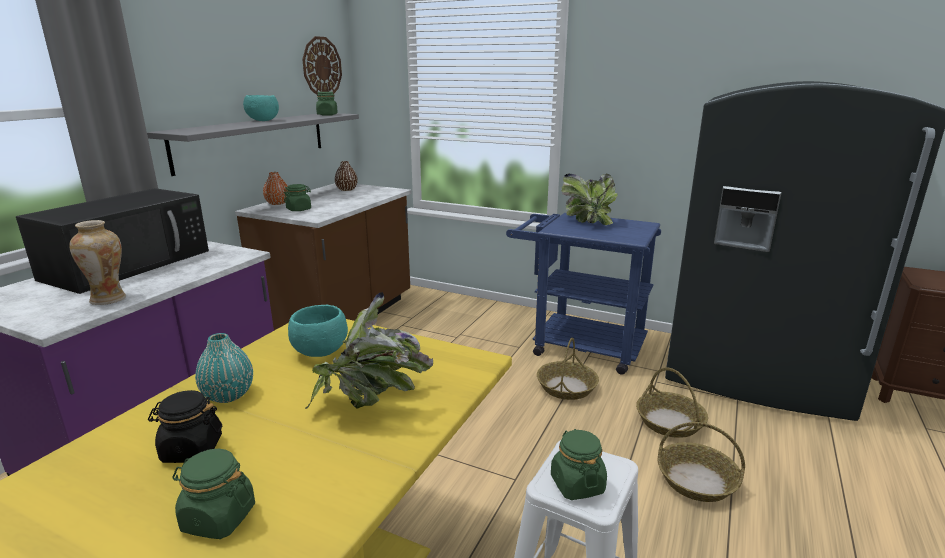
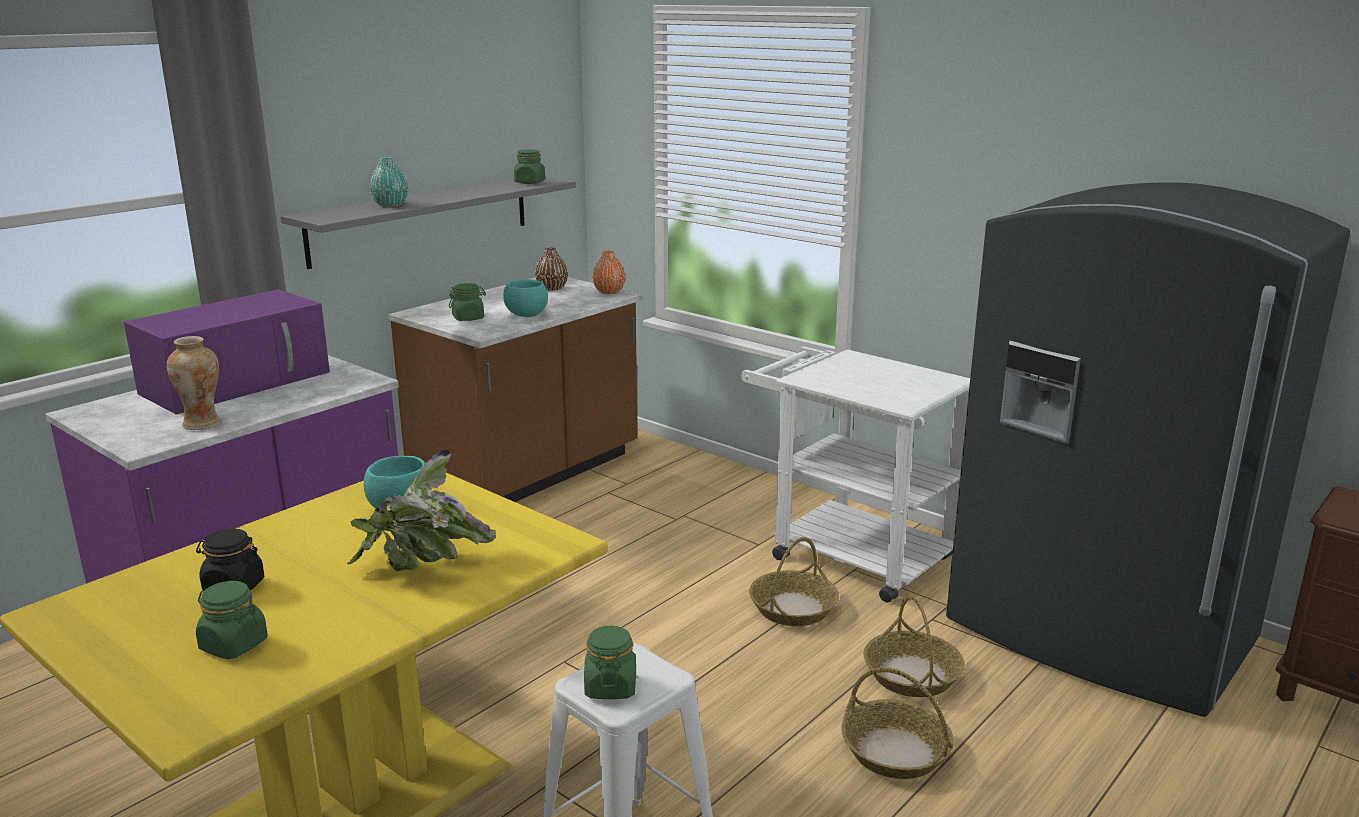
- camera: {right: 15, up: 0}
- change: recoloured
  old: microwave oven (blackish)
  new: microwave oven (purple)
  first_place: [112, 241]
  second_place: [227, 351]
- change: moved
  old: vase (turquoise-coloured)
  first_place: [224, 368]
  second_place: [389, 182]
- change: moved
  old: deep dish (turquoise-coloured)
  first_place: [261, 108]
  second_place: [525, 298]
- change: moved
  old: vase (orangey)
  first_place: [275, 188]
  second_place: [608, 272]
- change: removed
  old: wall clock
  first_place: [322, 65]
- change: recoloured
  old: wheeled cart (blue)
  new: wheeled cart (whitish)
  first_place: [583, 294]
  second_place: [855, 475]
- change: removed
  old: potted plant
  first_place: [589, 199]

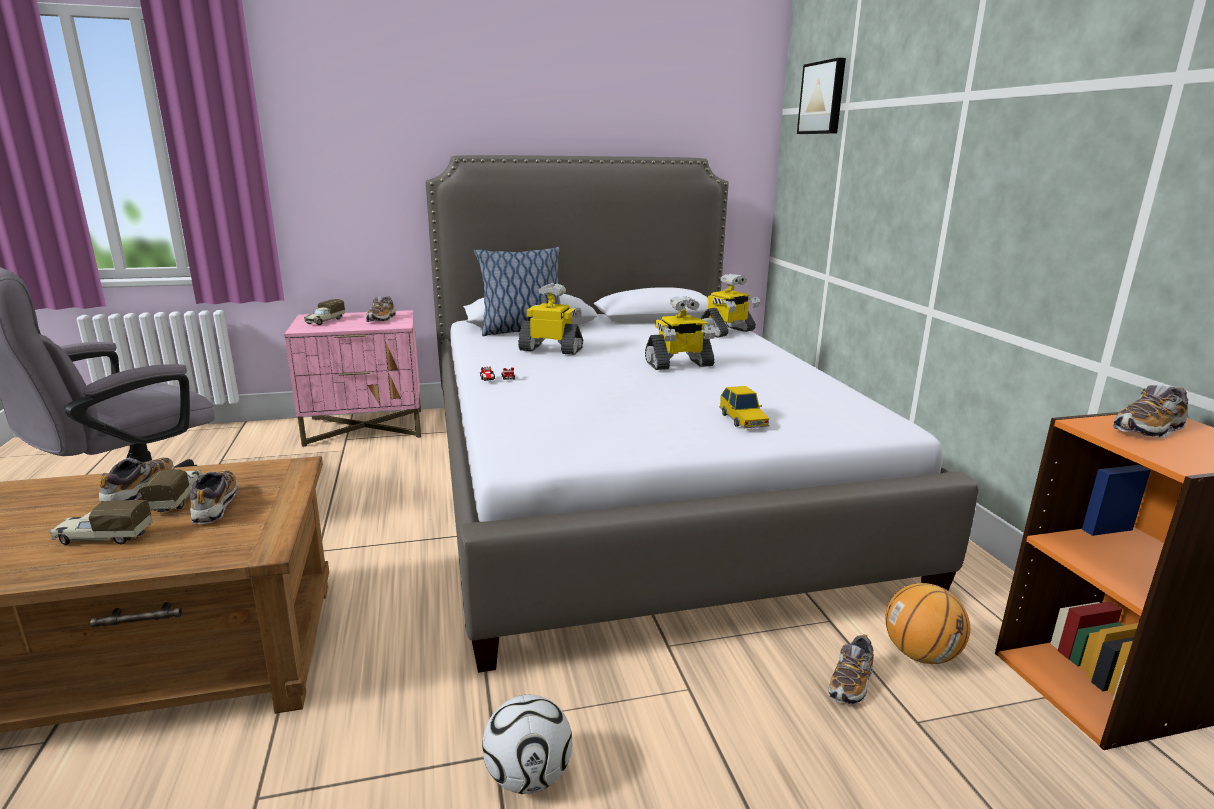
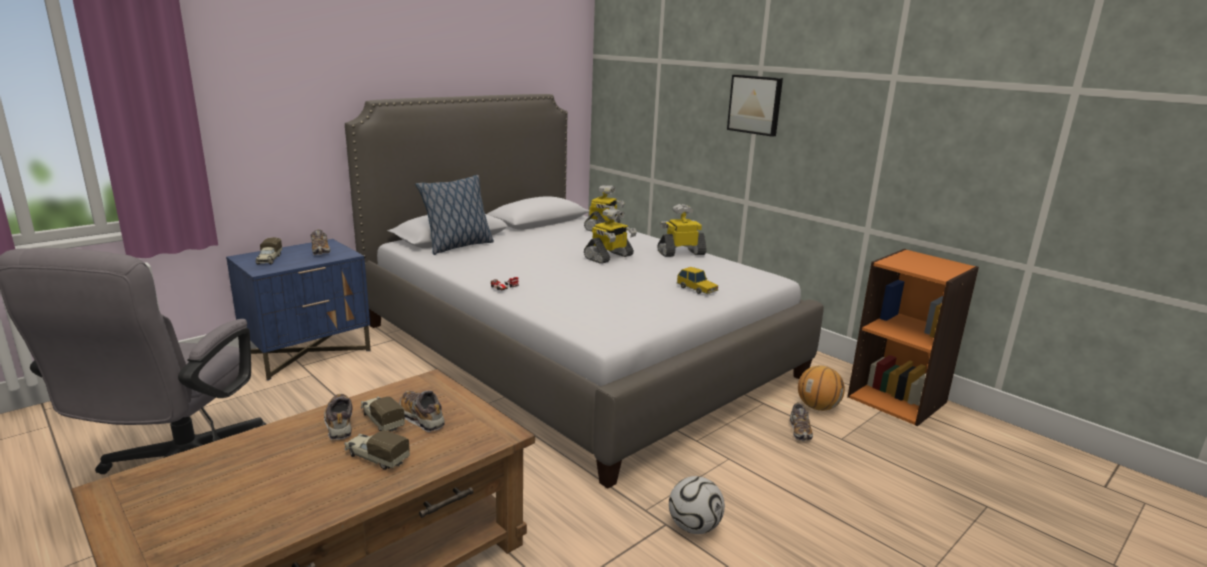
- camera: {right: -30, up: 0}
- change: turned
  old: model truck
  first_place: [101, 522]
  second_place: [377, 450]
  degrees: 60
- change: recoloured
  old: bedside table (pink)
  new: bedside table (blue)
  first_place: [352, 378]
  second_place: [298, 309]
- change: moved
  old: robot figure
  first_place: [550, 319]
  second_place: [682, 230]
- change: moved
  old: picture
  first_place: [821, 96]
  second_place: [755, 106]
- change: removed
  old: low shoe
  first_place: [1150, 411]

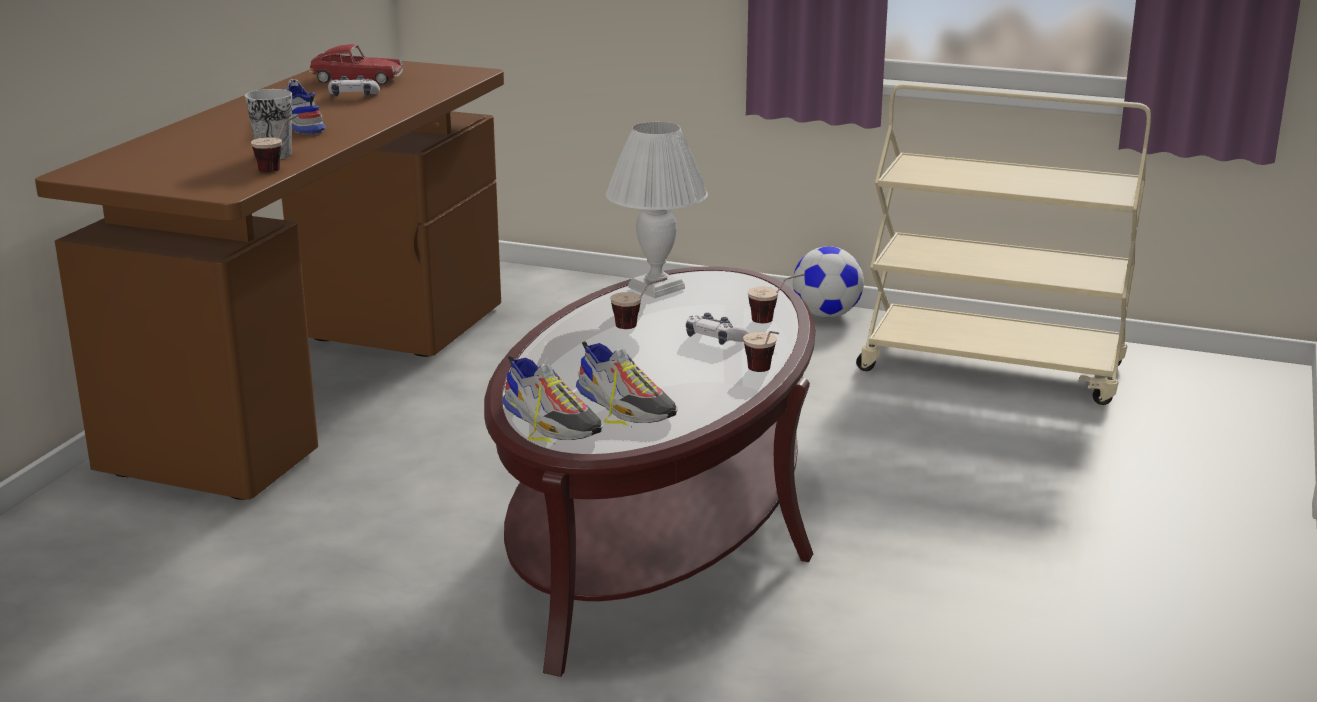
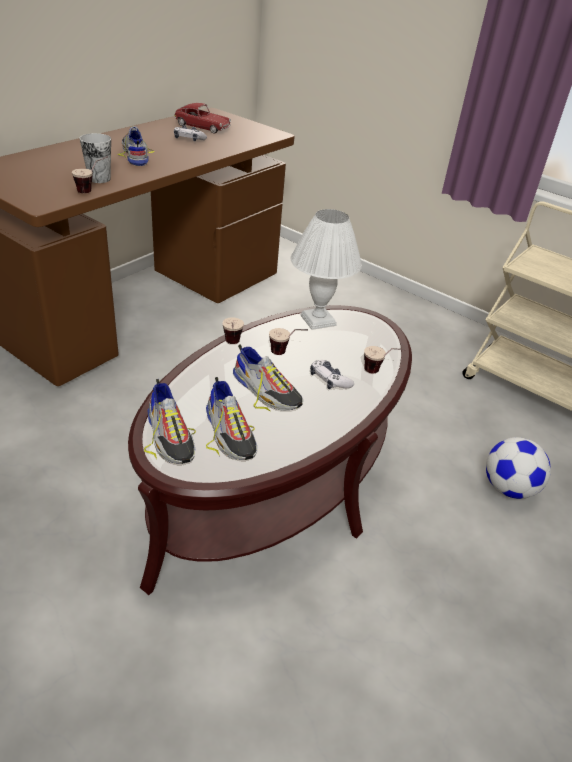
- camera: {right: 15, up: 15}
- change: moved
  old: drinking cup
  first_place: [761, 351]
  second_place: [233, 330]
- change: moved
  old: football ball
  first_place: [828, 282]
  second_place: [518, 468]
- change: added
  new: low shoe
  second_place: [268, 378]

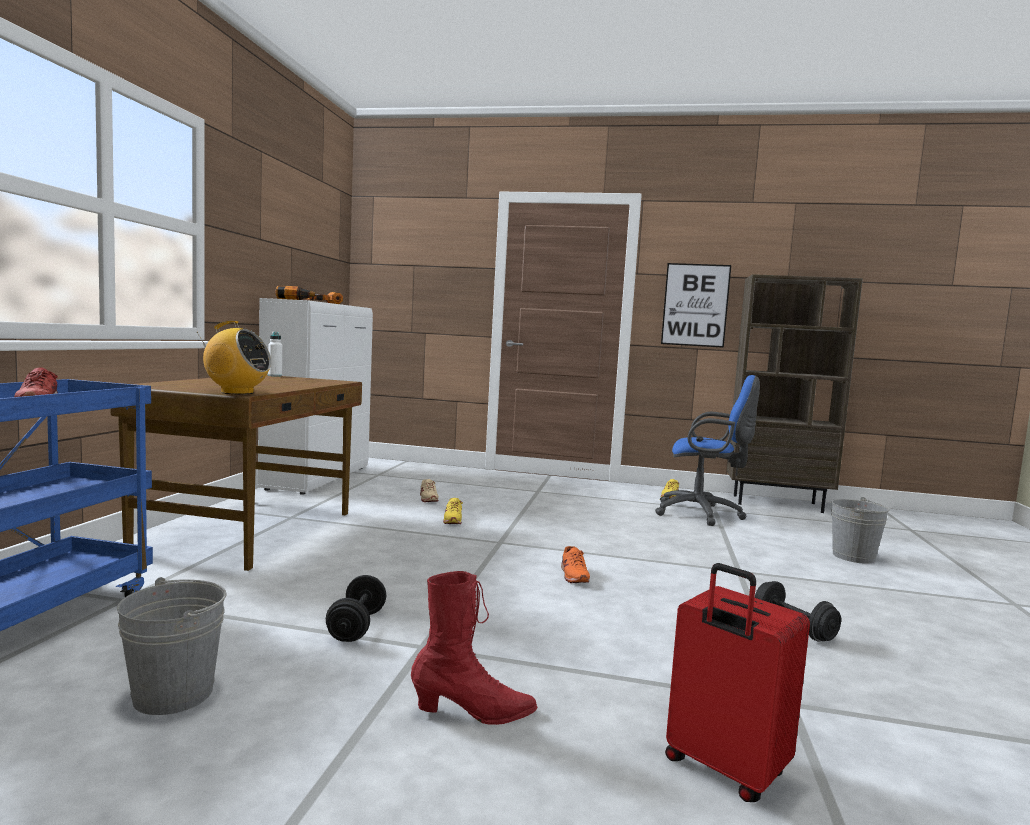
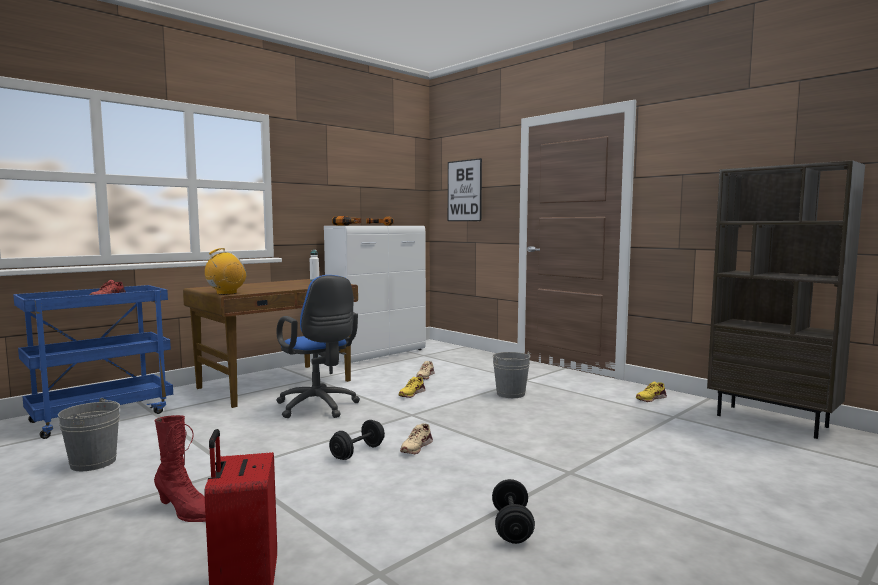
- camera: {right: 35, up: 0}
- change: turned
  old: radio set
  first_place: [233, 358]
  second_place: [226, 271]
  degrees: -90
- change: moved
  old: hand weight (blackish)
  first_place: [356, 608]
  second_place: [357, 440]
- change: recoloured
  old: low shoe (orangey)
  new: low shoe (beige-coloured)
  first_place: [575, 564]
  second_place: [416, 439]
- change: moved
  old: desk chair (blue)
  first_place: [707, 450]
  second_place: [318, 346]
- change: moved
  old: picture
  first_place: [696, 305]
  second_place: [465, 189]
- change: moved
  old: bucket (grey)
  first_place: [860, 530]
  second_place: [512, 375]

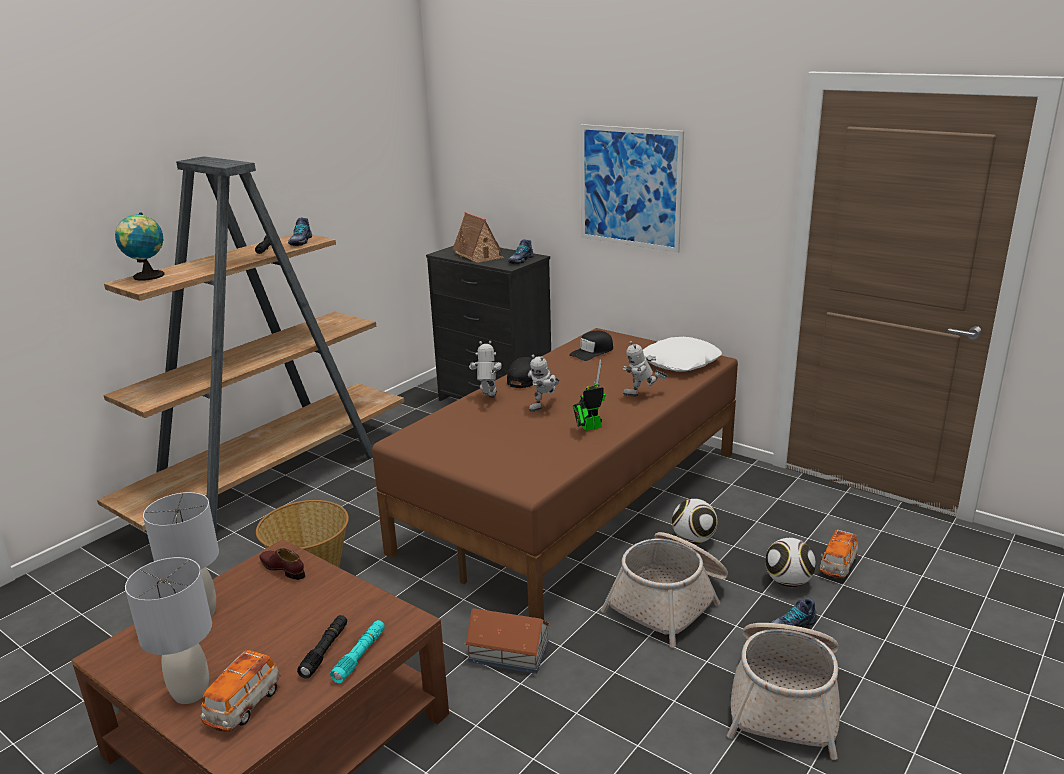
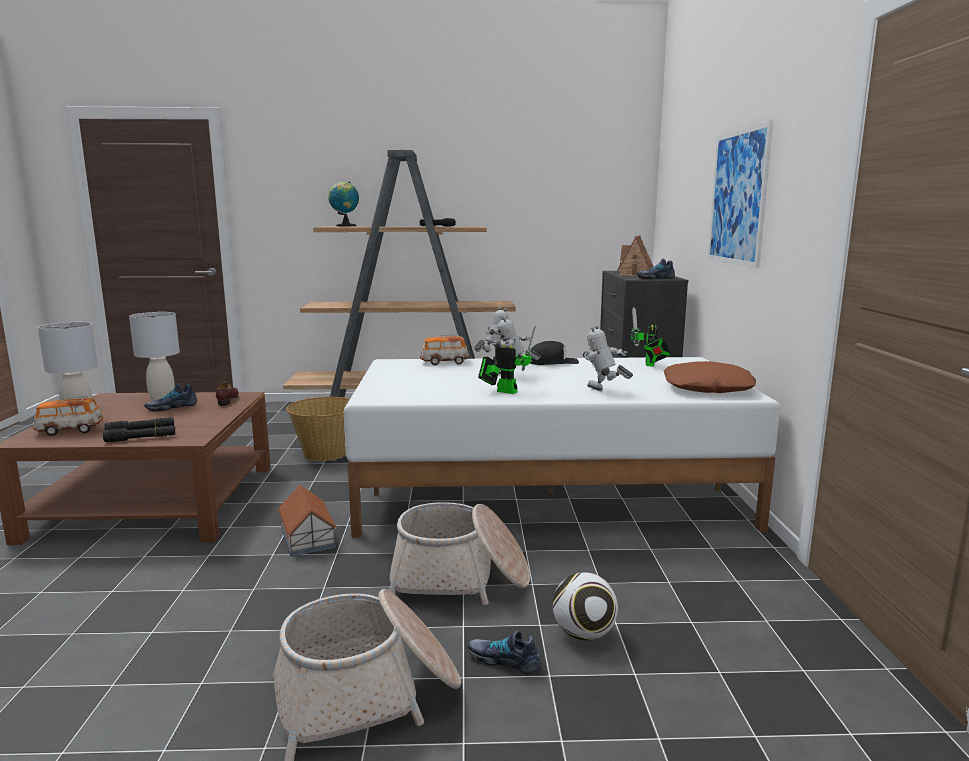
- camera: {right: 50, up: -10}
- change: moved
  old: low shoe
  first_place: [300, 232]
  second_place: [170, 397]
- change: recoloured
  old: flashlight (turquoise-coloured)
  new: flashlight (blackish)
  first_place: [357, 651]
  second_place: [139, 433]
- change: recoloured
  old: bed (brown-coloured)
  new: bed (whitish)
  first_place: [555, 474]
  second_place: [562, 447]
- change: replaced
  old: cap (blackish)
  new: robot figure
  first_place: [591, 345]
  second_place: [651, 336]
- change: recoloured
  old: throw pillow (whitish)
  new: throw pillow (brown-coloured)
  first_place: [682, 354]
  second_place: [710, 377]
- change: removed
  old: football ball
  first_place: [694, 521]
- change: moved
  old: miniature car
  first_place: [838, 553]
  second_place: [444, 349]

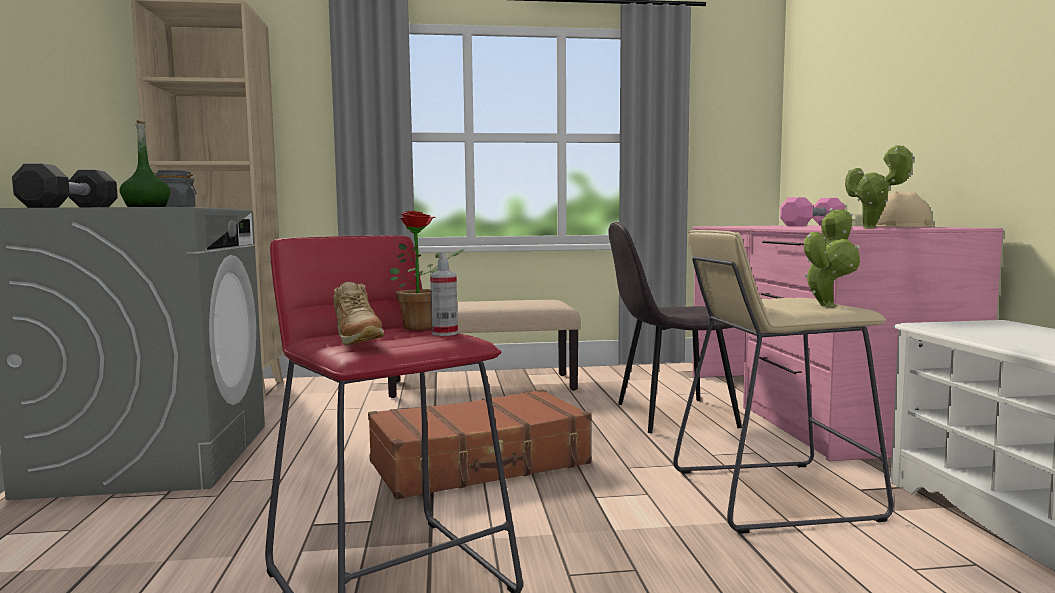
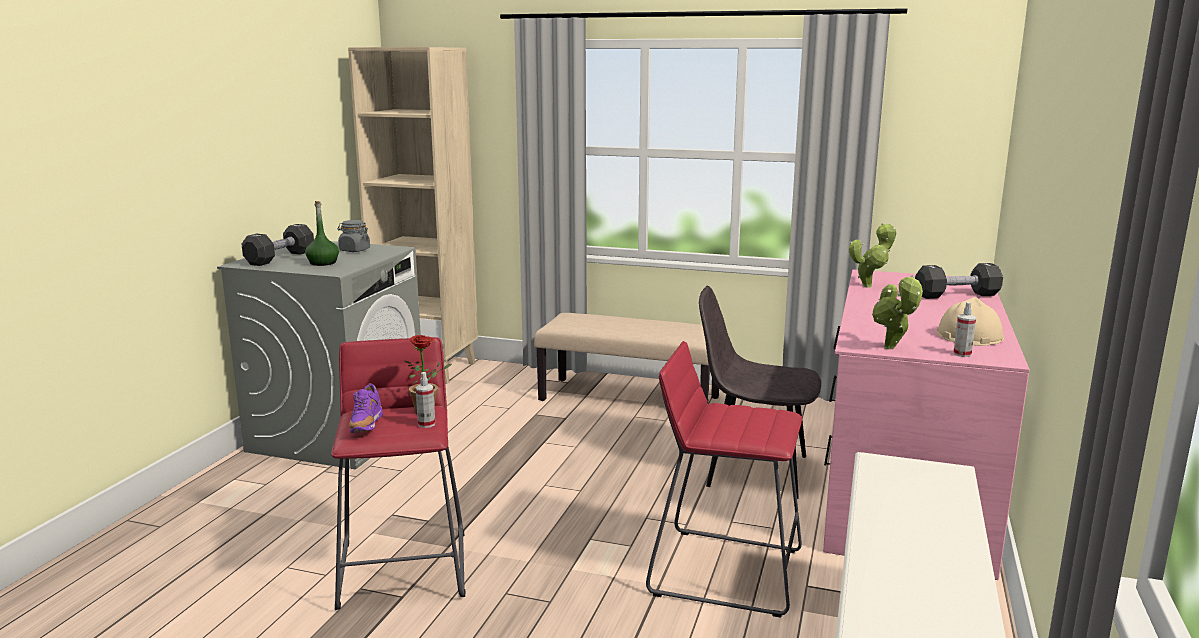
- camera: {right: 25, up: 10}
- change: recoloured
  old: low shoe (beige-coloured)
  new: low shoe (purple)
  first_place: [358, 313]
  second_place: [366, 408]
- change: removed
  old: suitcase (brown-coloured)
  first_place: [479, 444]
- change: recoloured
  old: stool (beige-coloured)
  new: stool (reddish)
  first_place: [783, 382]
  second_place: [724, 479]
- change: recoloured
  old: hand weight (pink)
  new: hand weight (blackish)
  first_place: [812, 211]
  second_place: [959, 281]
- change: moved
  old: potted plant
  first_place: [832, 257]
  second_place: [872, 255]
- change: added
  new: spray bottle
  second_place: [964, 329]

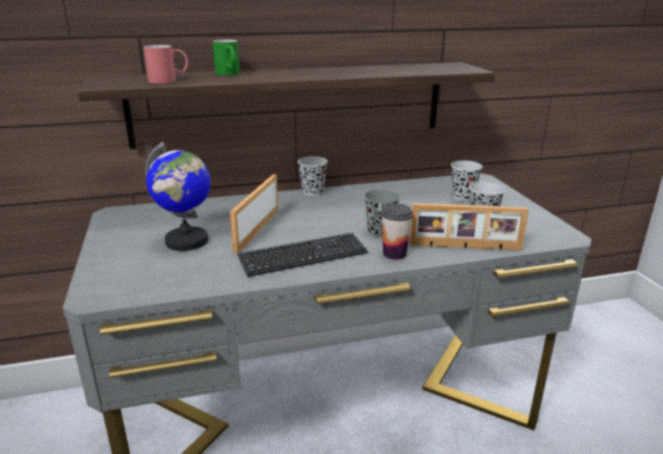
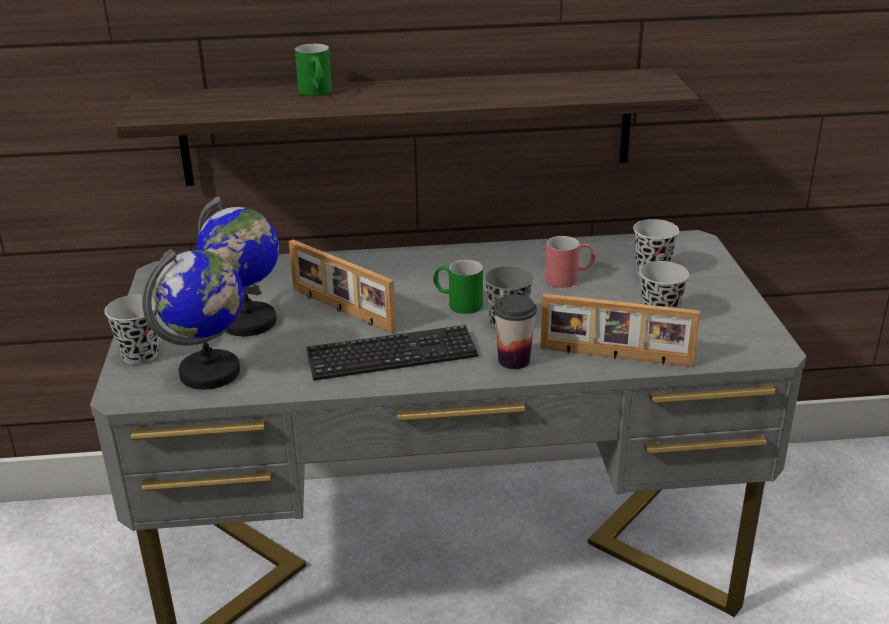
- camera: {right: 10, up: 5}
- change: moved
  old: mug (reddish)
  first_place: [166, 64]
  second_place: [570, 262]
- change: turned
  old: standing frame
  first_place: [254, 214]
  second_place: [342, 287]
  degrees: -75
- change: moved
  old: drinking cup (blackish)
  first_place: [313, 176]
  second_place: [132, 330]
- change: added
  new: globe
  second_place: [192, 319]
- change: added
  new: mug (green)
  second_place: [458, 287]

